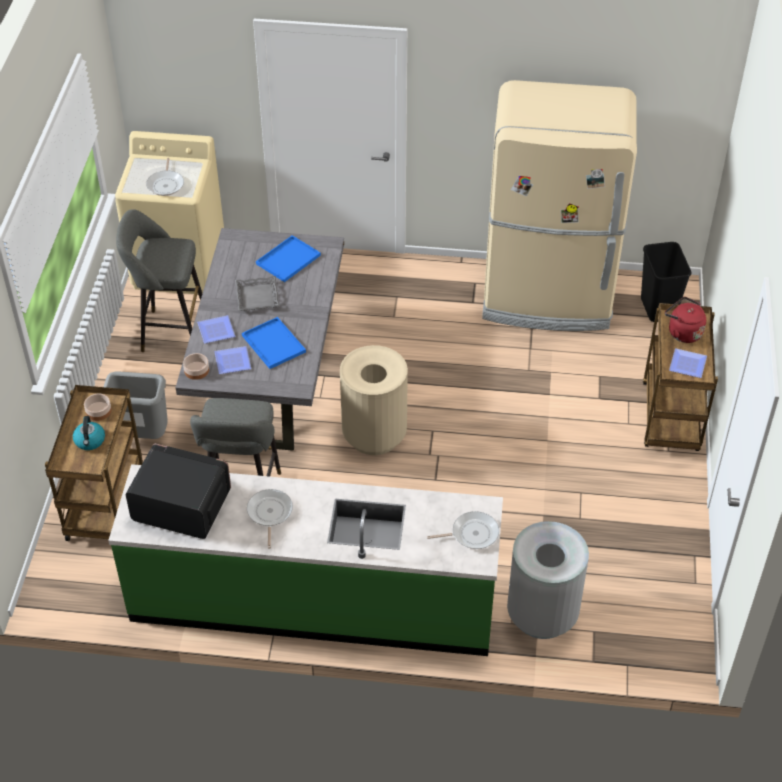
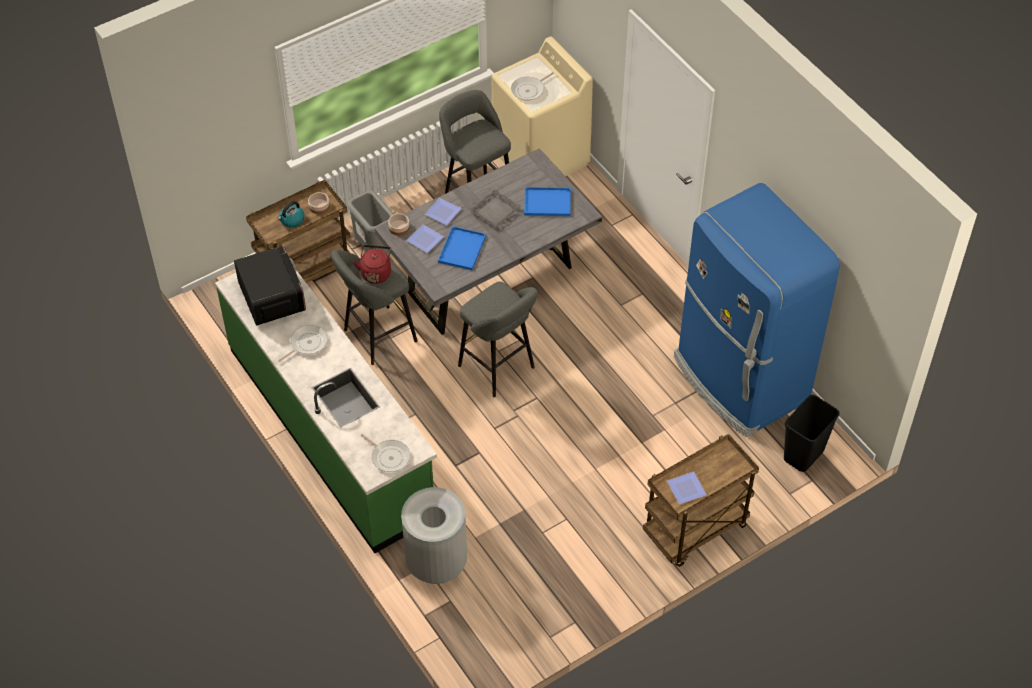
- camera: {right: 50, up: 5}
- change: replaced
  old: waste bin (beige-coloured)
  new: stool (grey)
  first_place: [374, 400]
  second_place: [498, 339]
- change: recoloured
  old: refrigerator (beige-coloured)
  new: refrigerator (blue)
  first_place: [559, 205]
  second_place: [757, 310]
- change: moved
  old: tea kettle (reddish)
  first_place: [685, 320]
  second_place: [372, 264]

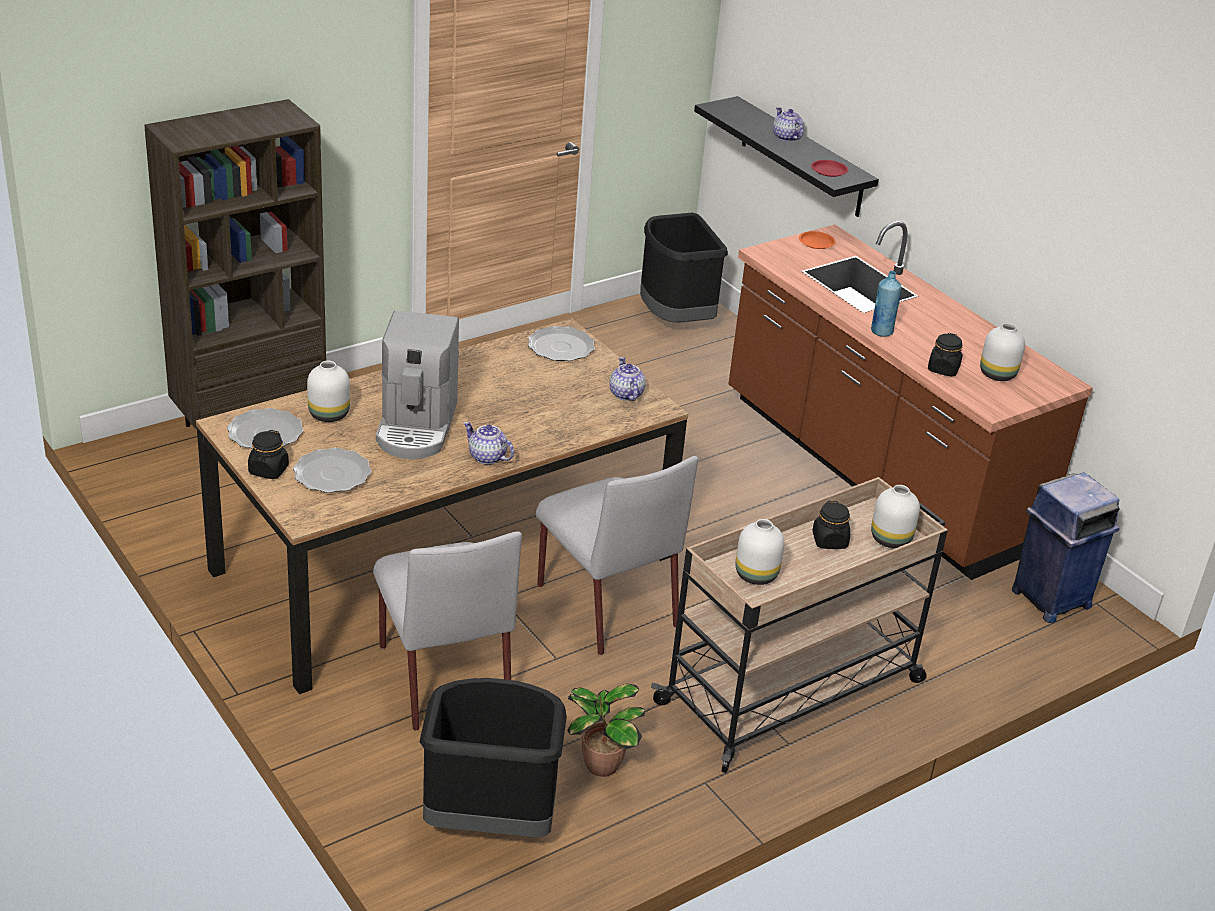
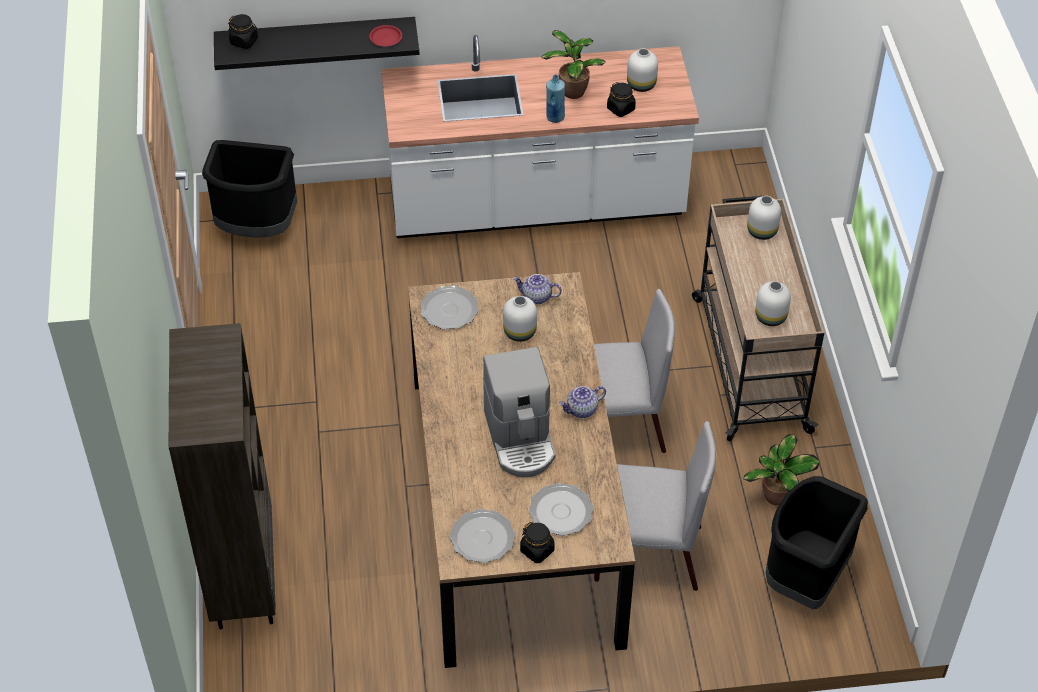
- camera: {right: -60, up: 15}
- change: moved
  old: vase (whitish)
  first_place: [328, 391]
  second_place: [520, 319]
- change: turned
  old: coffee machine
  first_place: [417, 385]
  second_place: [519, 412]
  degrees: 45
- change: recoloured
  old: counter (brown-coloured)
  new: counter (whitish)
  first_place: [910, 400]
  second_place: [540, 136]
- change: removed
  old: teapot
  first_place: [788, 124]
- change: removed
  old: dinner plate (orangey)
  first_place: [817, 240]
- change: moved
  old: storage jar (blackish)
  first_place: [831, 525]
  second_place: [243, 31]
- change: removed
  old: waste bin (blue)
  first_place: [1066, 547]
- change: added
  new: potted plant
  second_place: [573, 64]

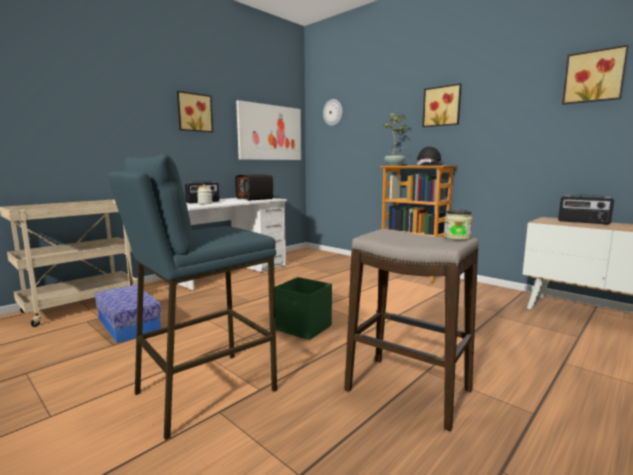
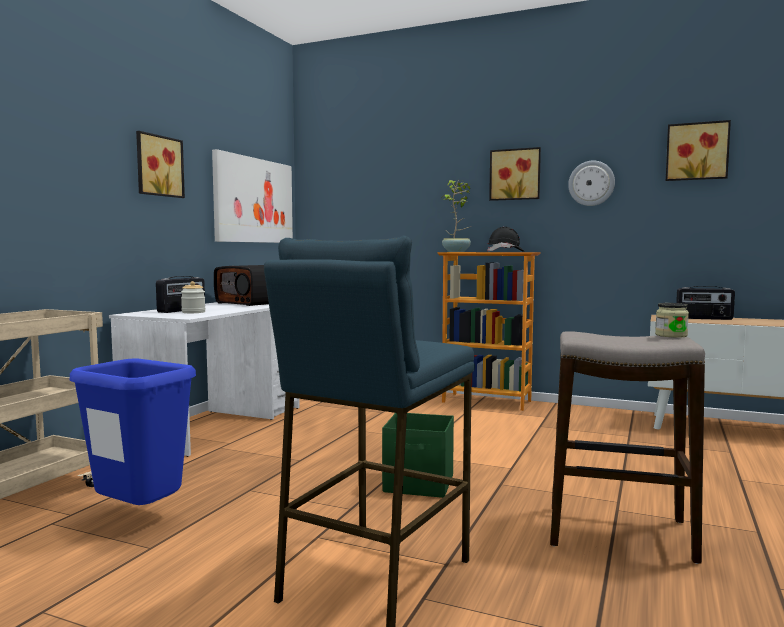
- camera: {right: -20, up: -5}
- change: replaced
  old: storage container
  new: waste bin (blue)
  first_place: [128, 314]
  second_place: [132, 432]
- change: moved
  old: wall clock
  first_place: [333, 112]
  second_place: [591, 183]

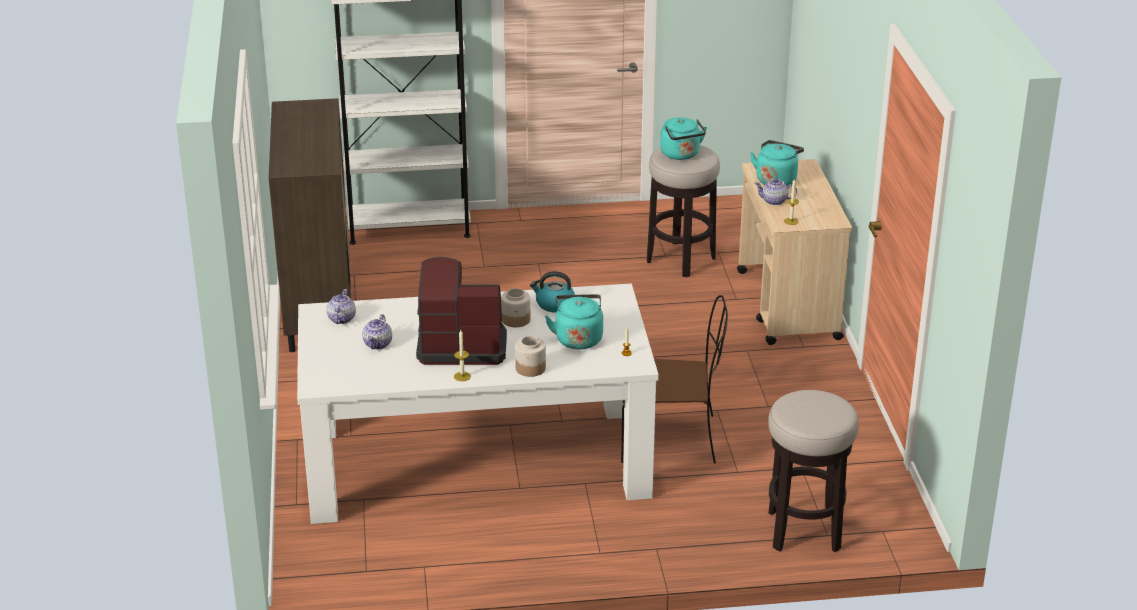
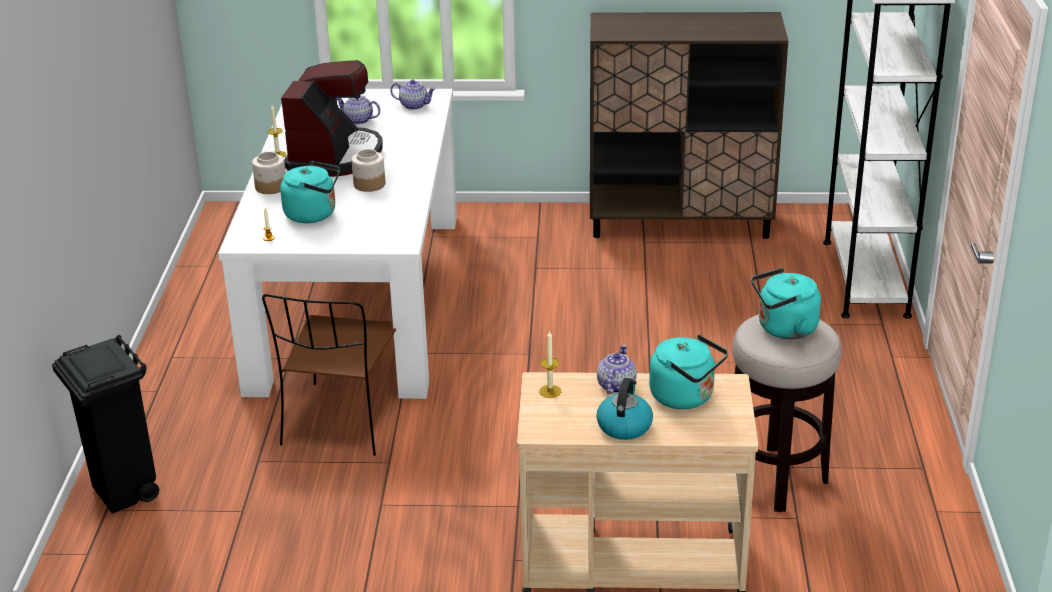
- camera: {right: 100, up: 0}
- change: moved
  old: tea kettle
  first_place: [552, 292]
  second_place: [624, 409]
- change: replaced
  old: stool
  new: waste bin (blackish)
  first_place: [813, 471]
  second_place: [105, 424]

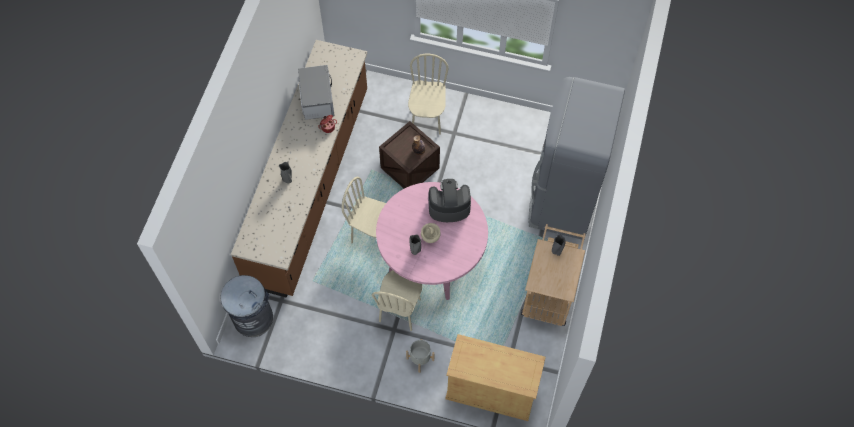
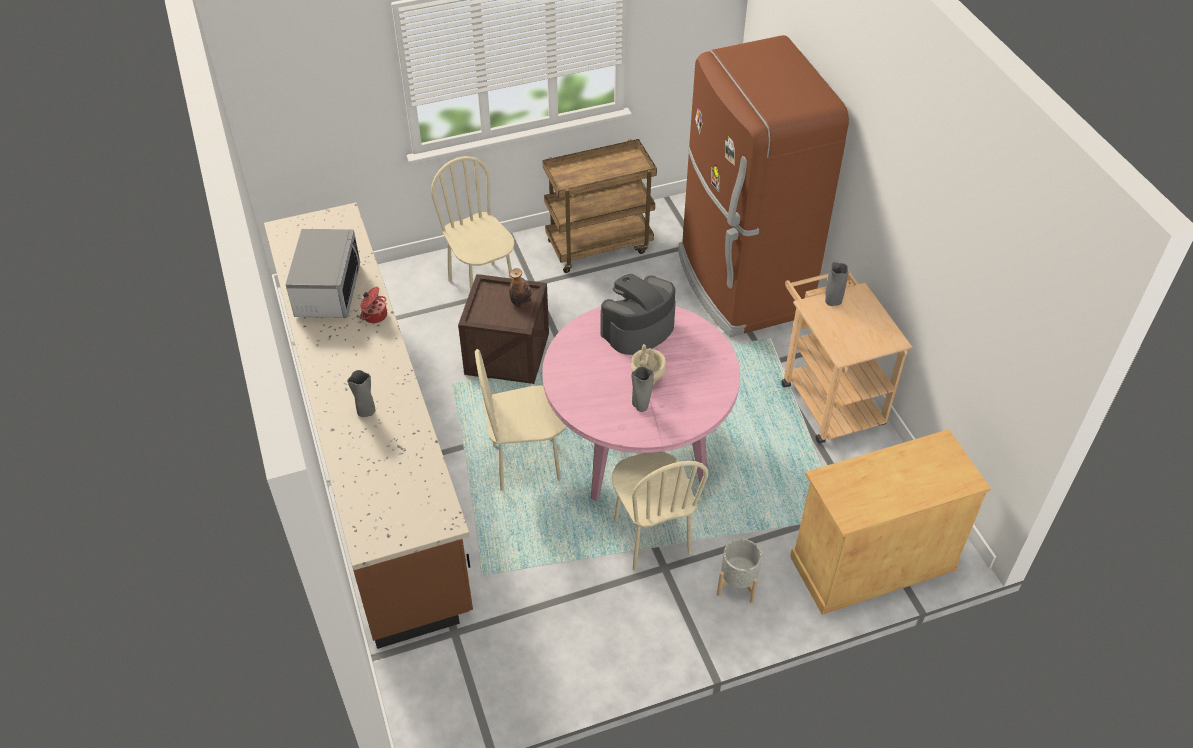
- camera: {right: -35, up: -15}
- change: removed
  old: waste bin (grey)
  first_place: [246, 306]
- change: turned
  old: microwave oven
  first_place: [316, 92]
  second_place: [323, 273]
  degrees: 45
- change: recoloured
  old: refrigerator (grey)
  new: refrigerator (brown-coloured)
  first_place: [576, 158]
  second_place: [763, 186]
- change: added
  new: wheeled cart (brown-coloured)
  second_place: [599, 206]

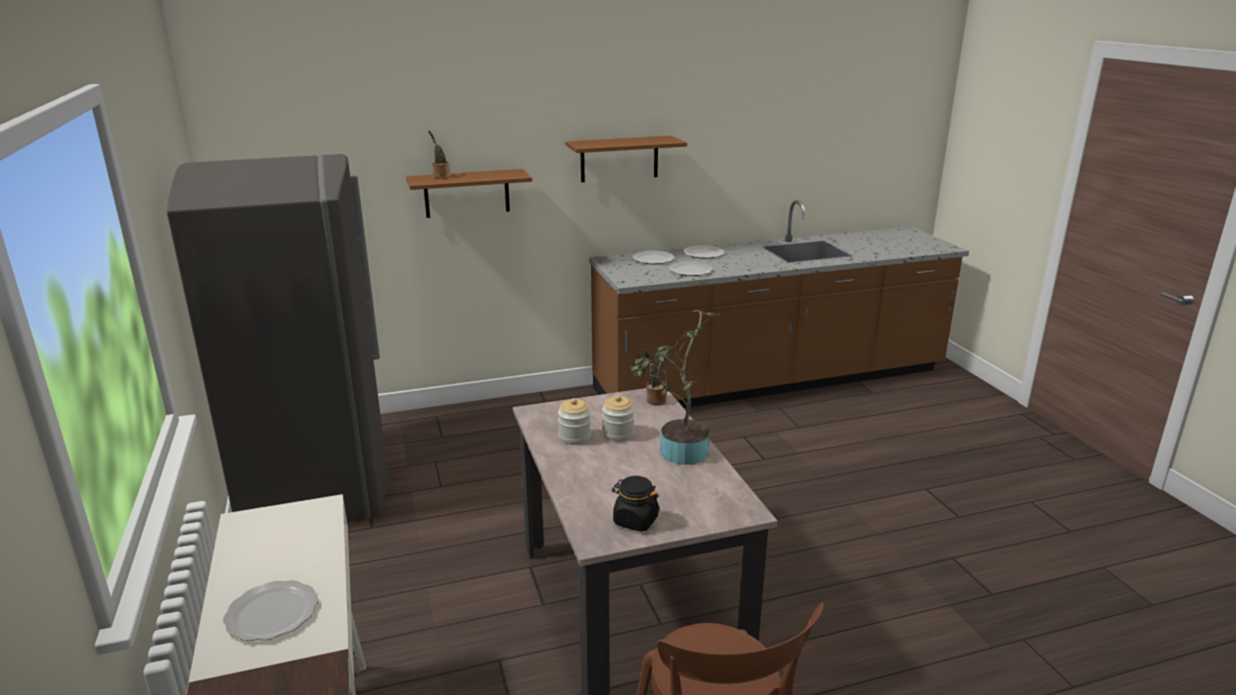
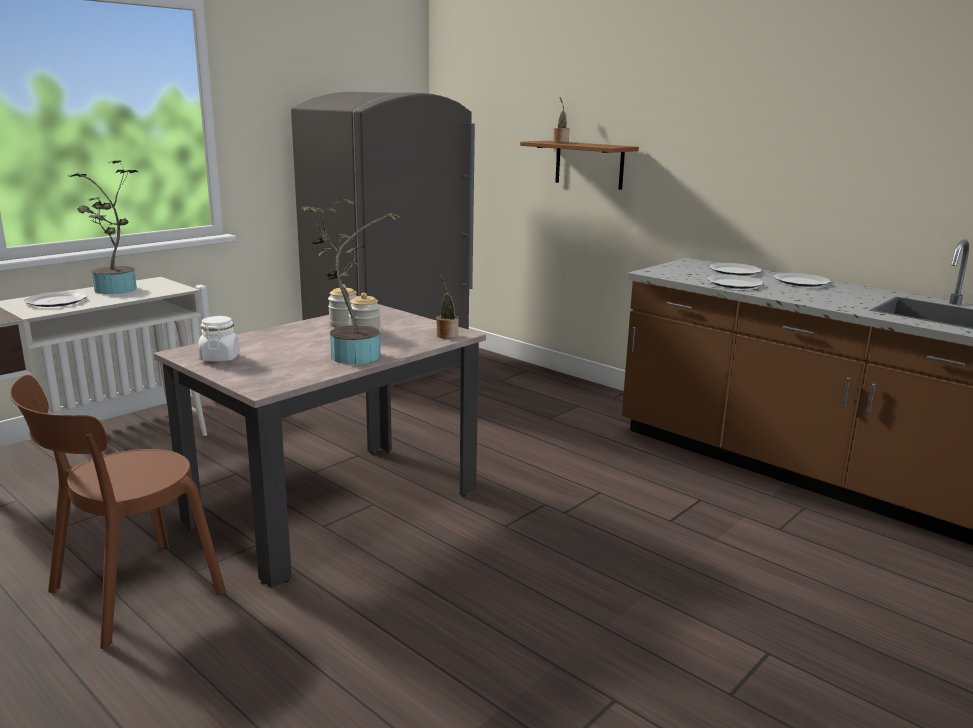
- camera: {right: 60, up: -5}
- change: removed
  old: wall shelf (brown-coloured)
  first_place: [626, 159]
- change: recoloured
  old: storage jar (blackish)
  new: storage jar (whitish)
  first_place: [636, 504]
  second_place: [219, 339]
- change: added
  new: potted plant
  second_place: [103, 227]

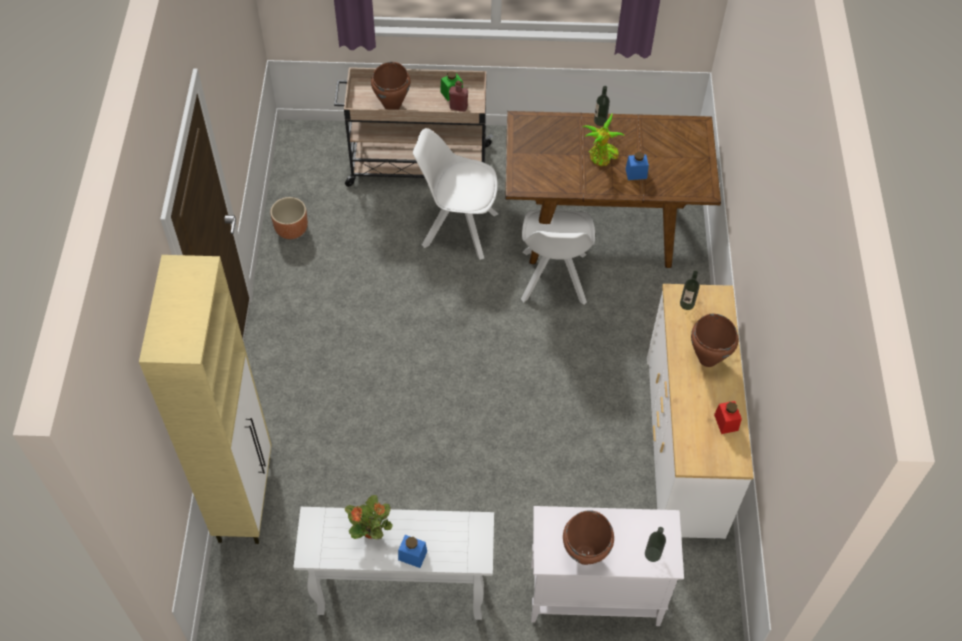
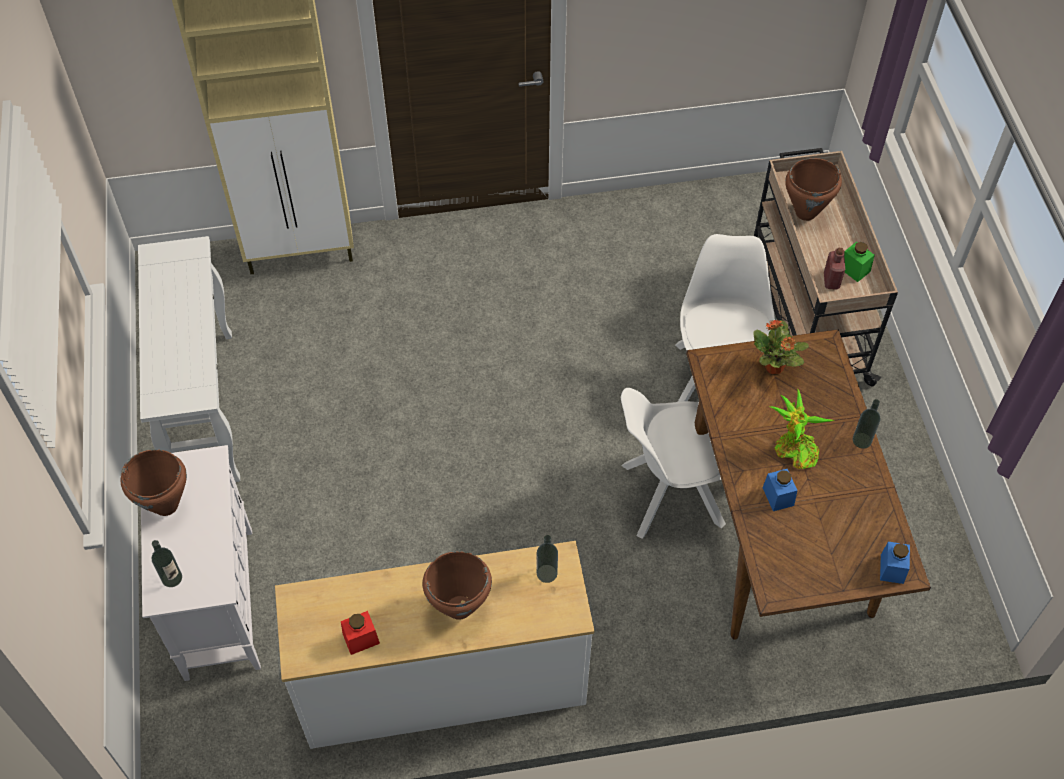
- camera: {right: 80, up: 0}
- change: removed
  old: planter (brown-coloured)
  first_place: [289, 218]
- change: moved
  old: potted plant
  first_place: [368, 517]
  second_place: [781, 346]
- change: moved
  old: storage jar (blue)
  first_place: [412, 551]
  second_place: [895, 563]

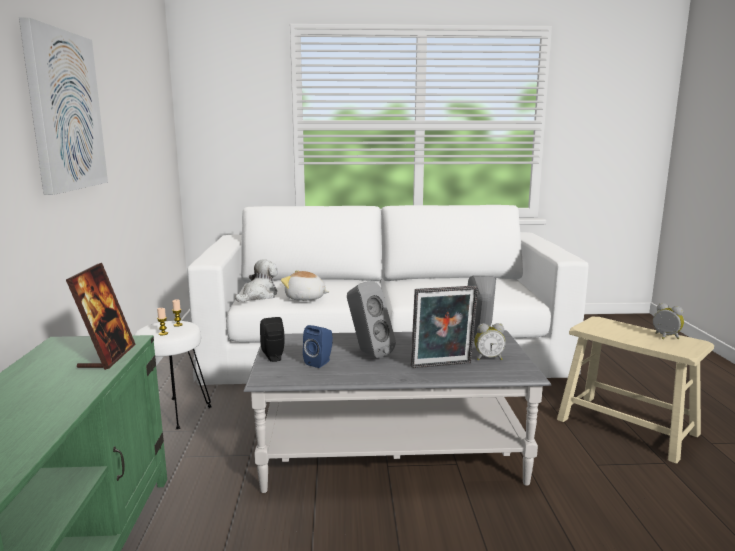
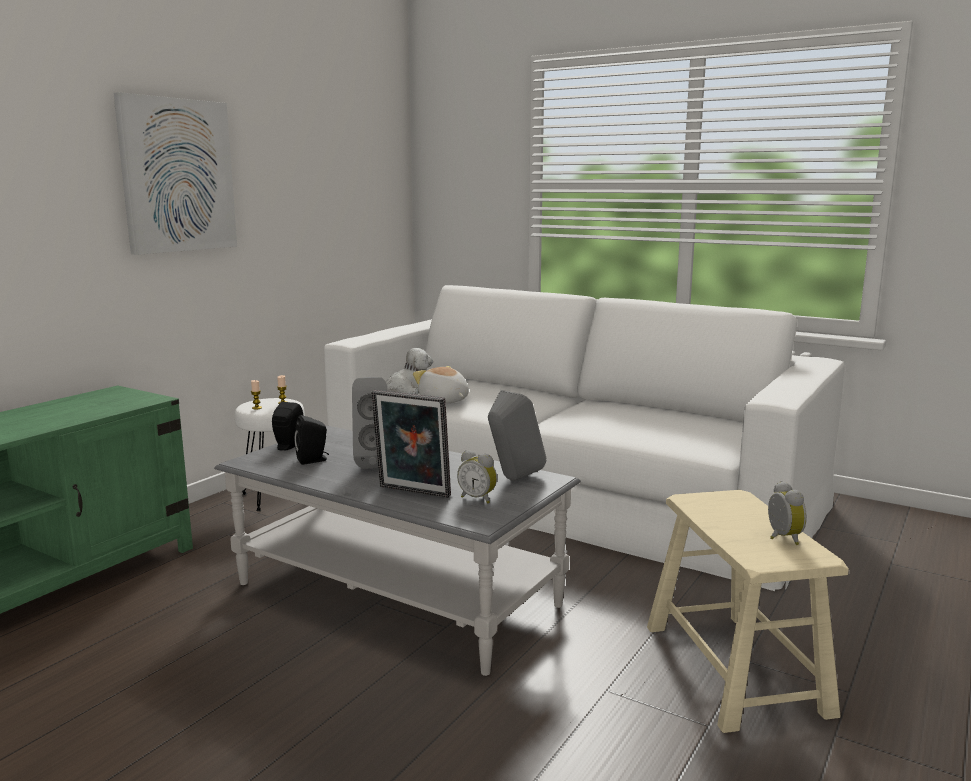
- camera: {right: 35, up: 0}
- change: removed
  old: standing frame
  first_place: [101, 316]
- change: recoloured
  old: audio speaker (blue)
  new: audio speaker (blackish)
  first_place: [318, 346]
  second_place: [311, 440]

